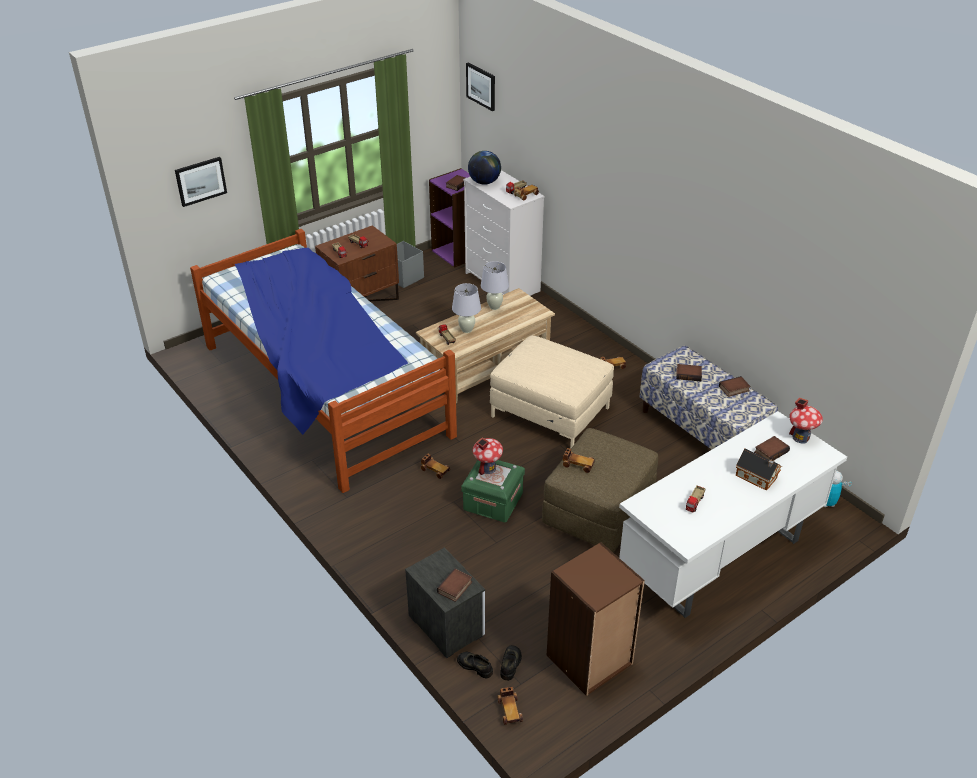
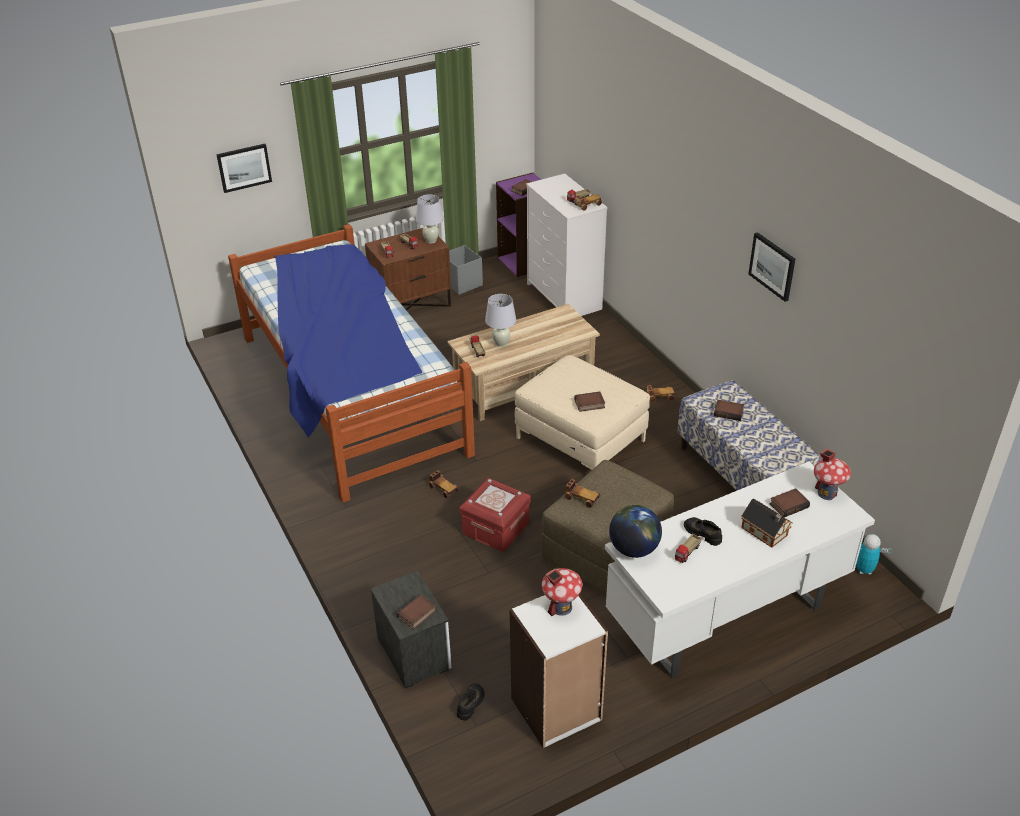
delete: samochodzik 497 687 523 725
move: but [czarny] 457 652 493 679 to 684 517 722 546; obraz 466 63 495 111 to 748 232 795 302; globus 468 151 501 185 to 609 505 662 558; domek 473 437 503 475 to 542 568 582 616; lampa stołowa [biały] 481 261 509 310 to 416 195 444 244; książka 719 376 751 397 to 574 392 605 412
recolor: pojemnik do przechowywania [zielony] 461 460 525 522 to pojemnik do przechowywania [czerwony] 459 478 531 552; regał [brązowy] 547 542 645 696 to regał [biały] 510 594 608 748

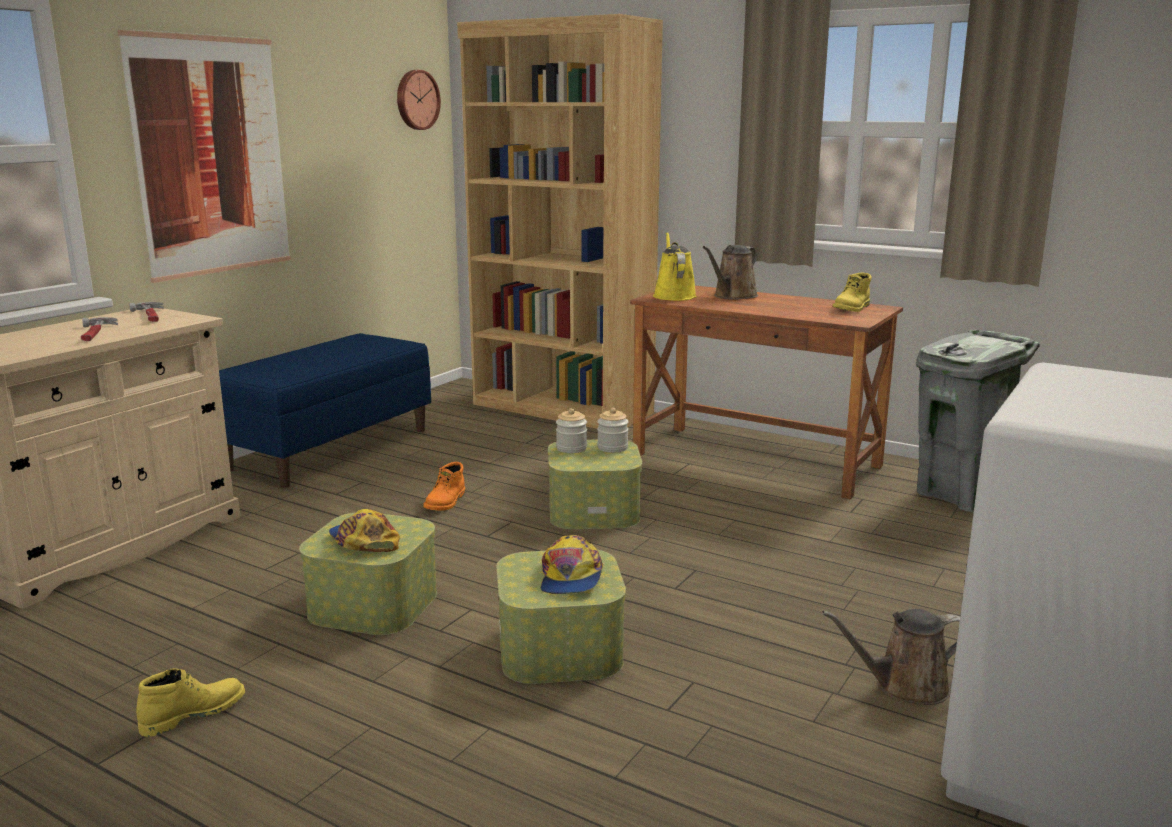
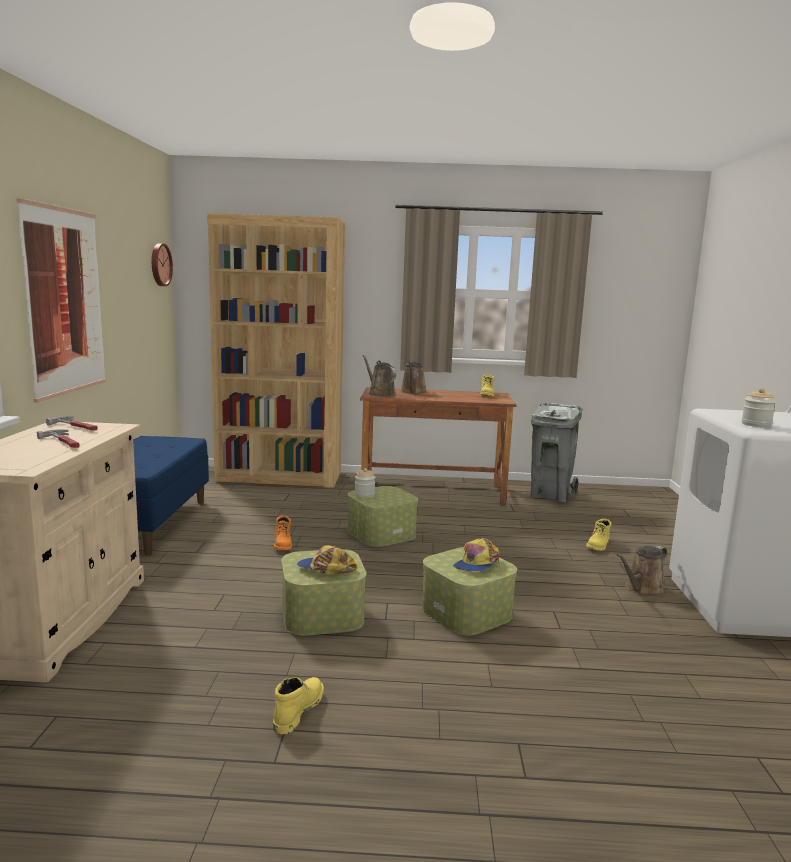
insert: but z cholewką [żółty] 586 519 611 551
move: słoik 597 408 629 453 to 741 388 776 427
recolor: konewka [żółty] 653 232 697 301 to konewka [brązowy] 362 355 397 397
rotate: czapka z daszkiem 541 535 603 594 = 453 538 499 571 60 degrees clockwise

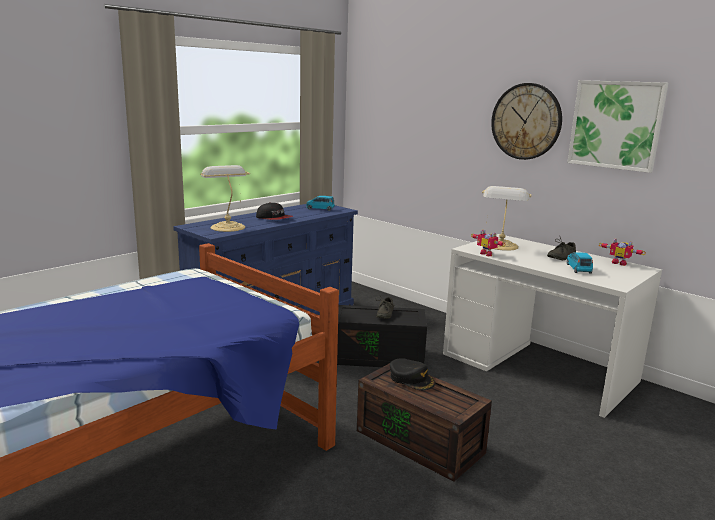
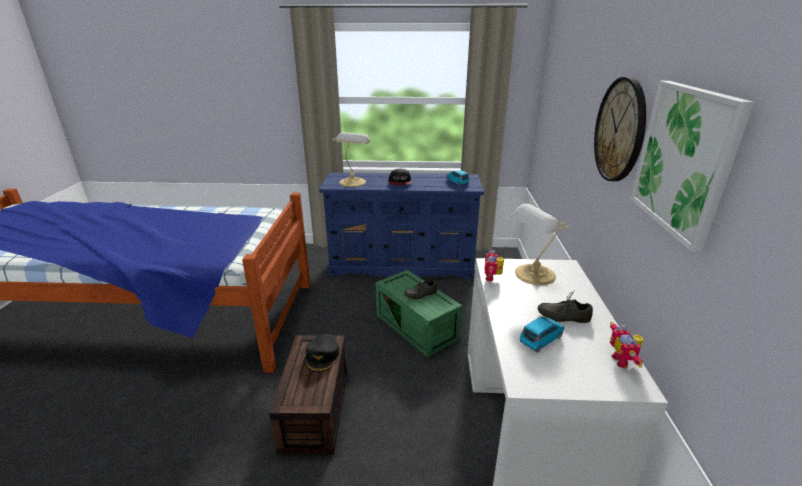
recolor: pojemnik do przechowywania [czarny] 337 305 427 367 to pojemnik do przechowywania [zielony] 376 270 462 358

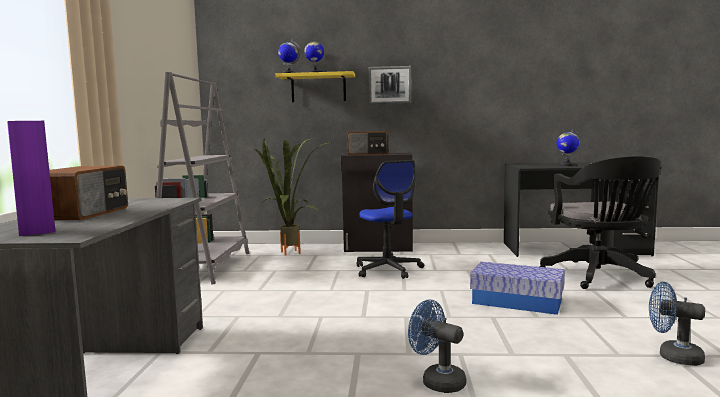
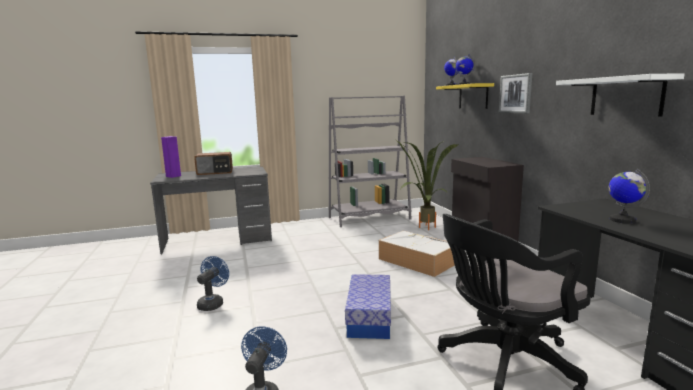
delete: radio 347 131 389 155
insert: półka [biały] 556 73 685 117
replace: krzesło biurowe 357 160 424 279 to pojemnik do przechowywania 379 231 455 277

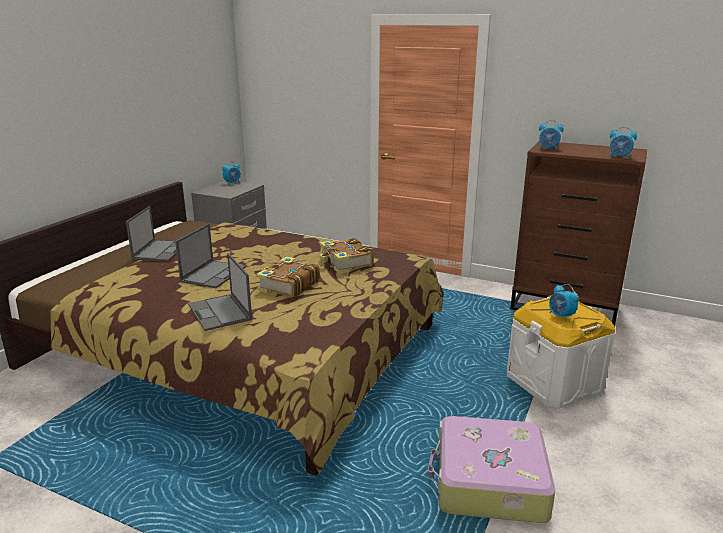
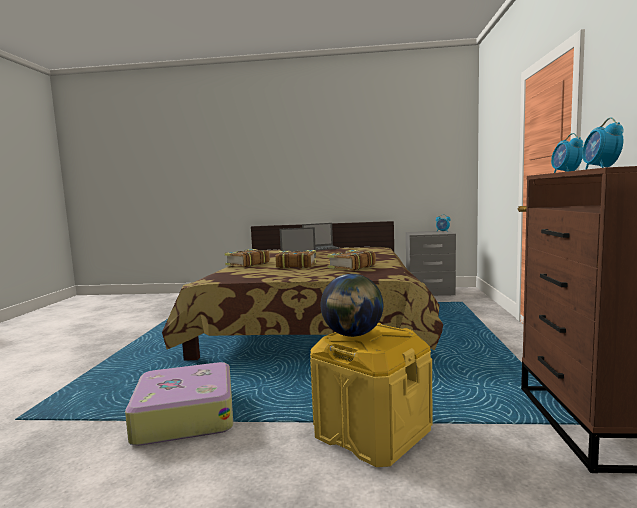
replace: laptop 188 253 252 331 to książka 225 249 270 267; budzik 549 284 579 322 to globus 321 274 383 337
recolor: pojemnik do przechowywania [biały] 507 295 615 409 to pojemnik do przechowywania [żółty] 310 323 433 467

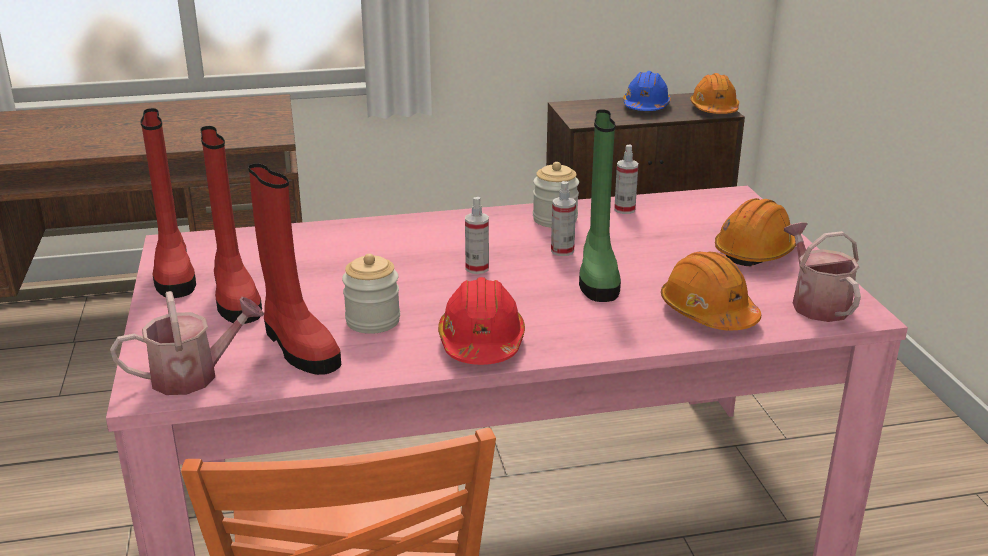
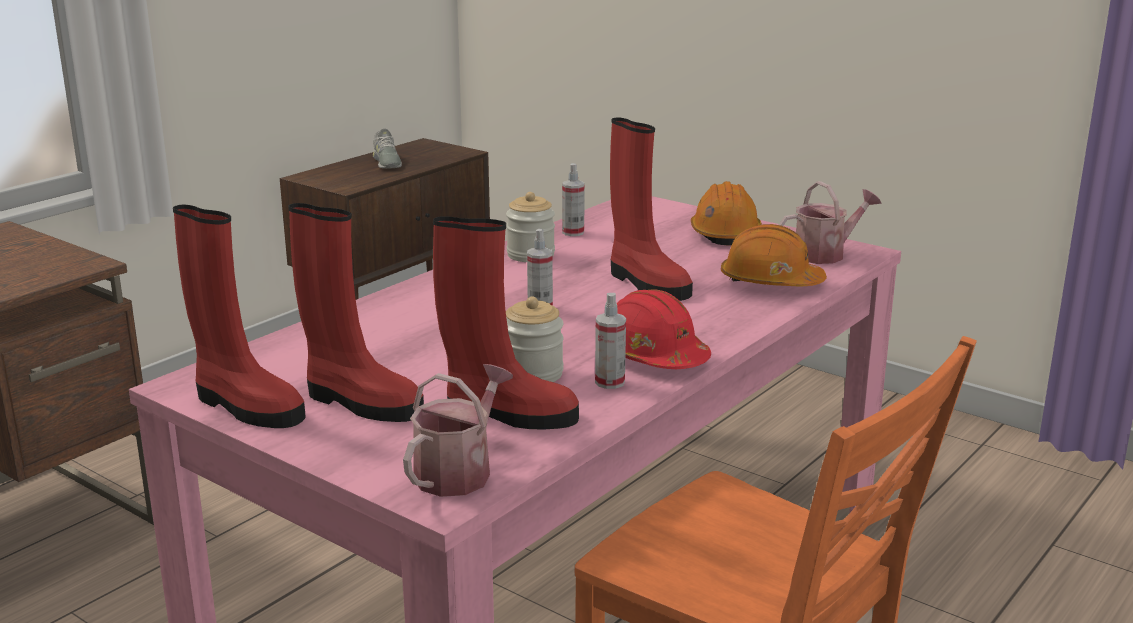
delete: kask [pomarańczowy] 690 73 739 114
move: spryskiwacz 551 181 576 256 to 595 293 626 389
replace: kask [niebieski] 623 71 671 111 to but [szary] 373 128 402 169
recolor: but z cholewką [zielony] 579 109 621 302 to but z cholewką [czerwony] 610 118 693 301
rotate: konewka 784 222 861 322 = 779 181 882 264 120 degrees clockwise

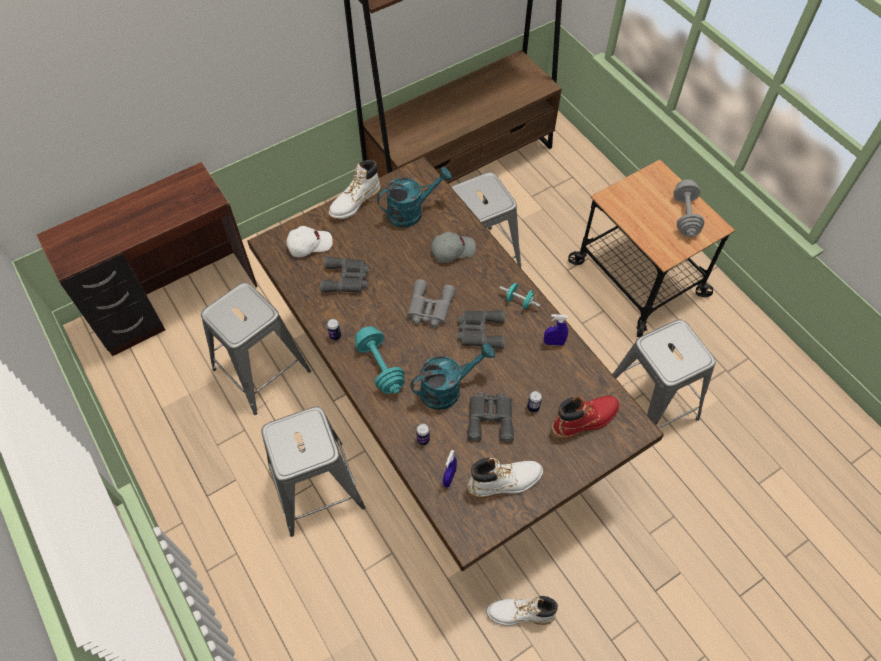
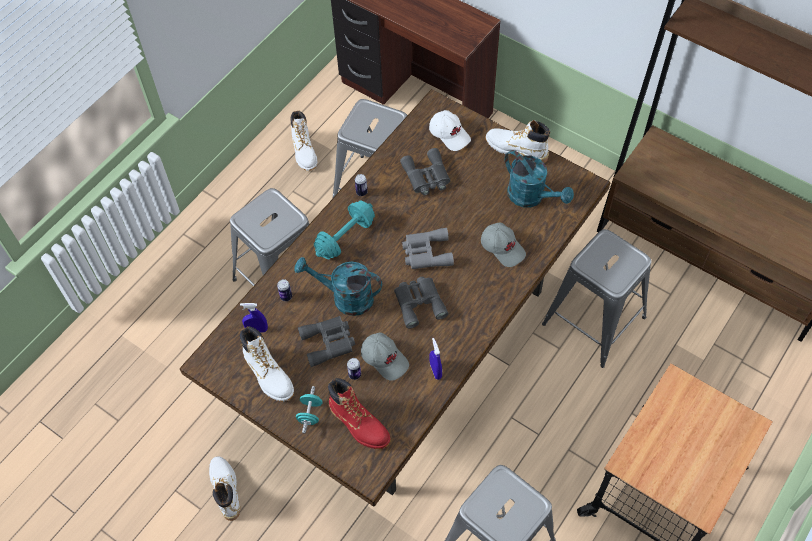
delete: hantel [szary] 673 180 704 237
insert: but z cholewką [biały] 290 111 317 171; czapka z daszkiem [szary] 361 333 409 381
move: hantel [turkusowy] 500 283 541 309 to 296 386 322 434
rotate: konewka [turkusowy] 410 343 495 410 = 294 257 382 316 150 degrees clockwise

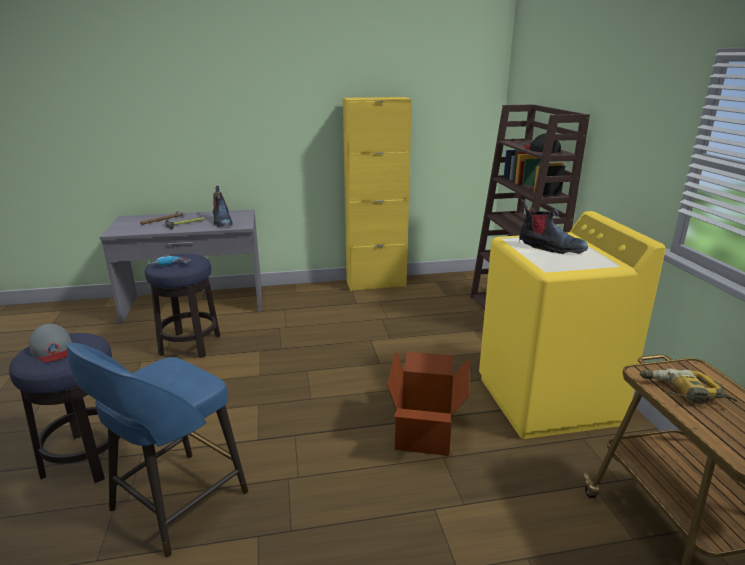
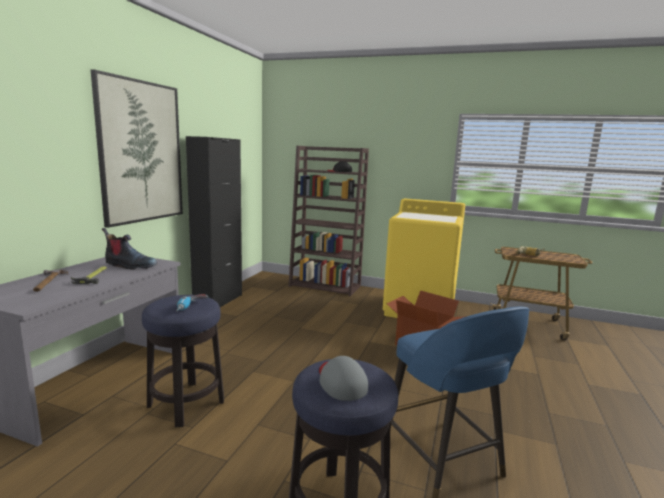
delete: but z cholewką 519 199 588 254
insert: obraz 91 69 183 228
recolor: szafka [żółty] 343 97 412 291 to szafka [czarny] 186 136 242 307
rotate: czapka z daszkiem [szary] 29 324 72 362 = 319 356 368 401 105 degrees counterclockwise

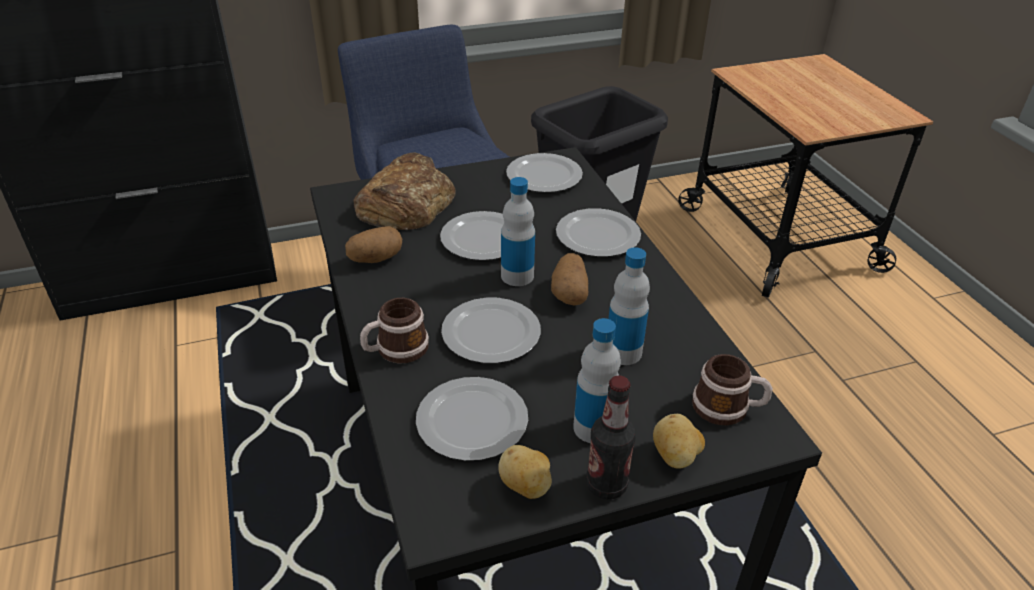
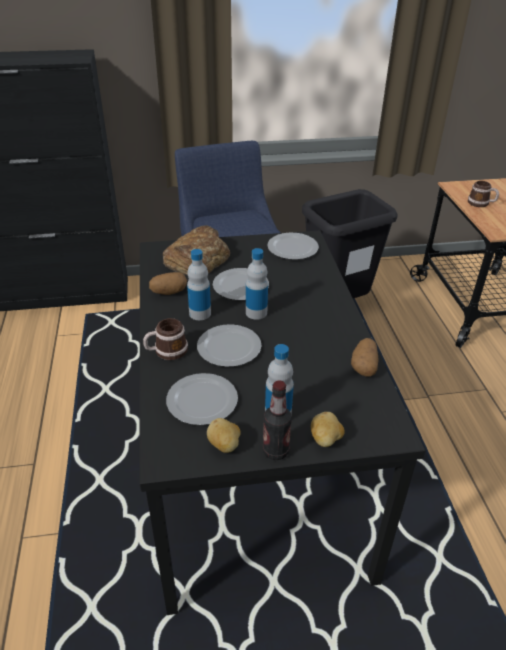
delete: talerz 556 208 641 257
move: ziemniak 551 253 588 305 to 351 338 378 377; butelka 609 247 650 365 to 187 249 211 320; kubek 692 354 773 425 to 468 181 499 207

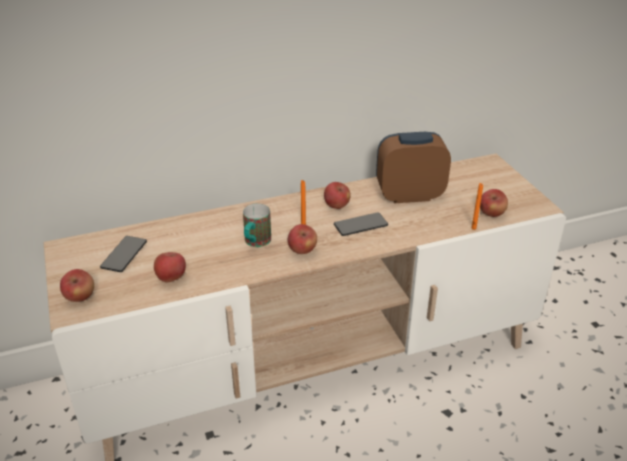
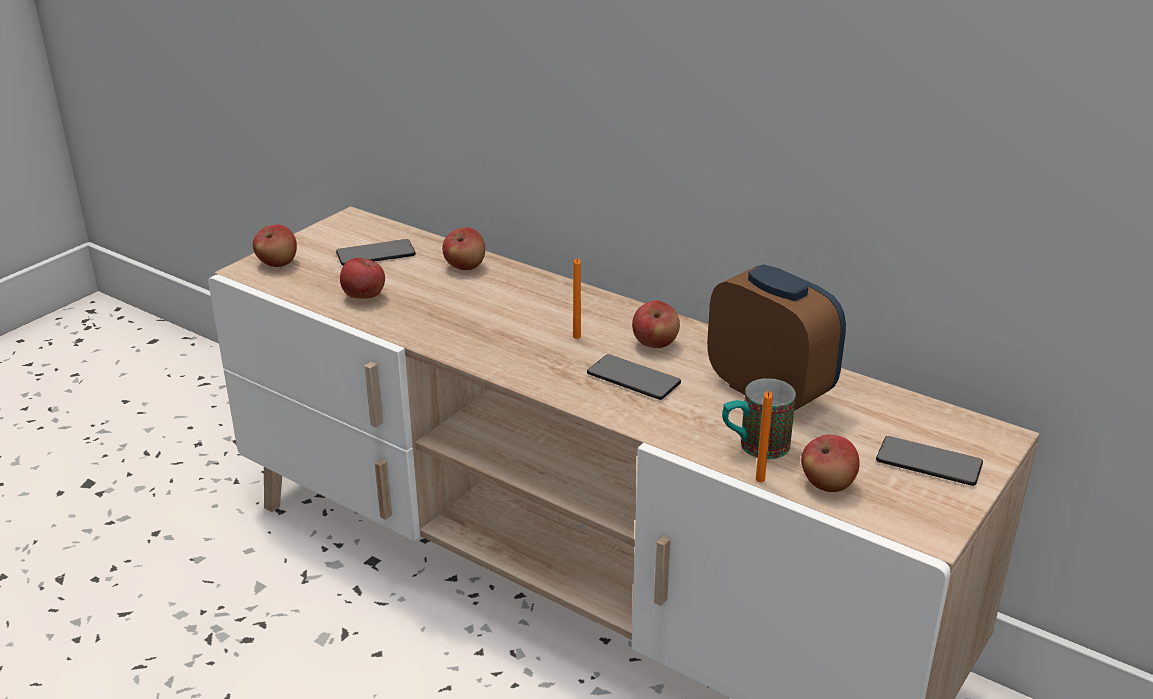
insert: telefon 876 436 983 486
move: kubek 243 203 271 247 to 722 378 796 459; jabłko 288 224 317 254 to 442 227 485 270

